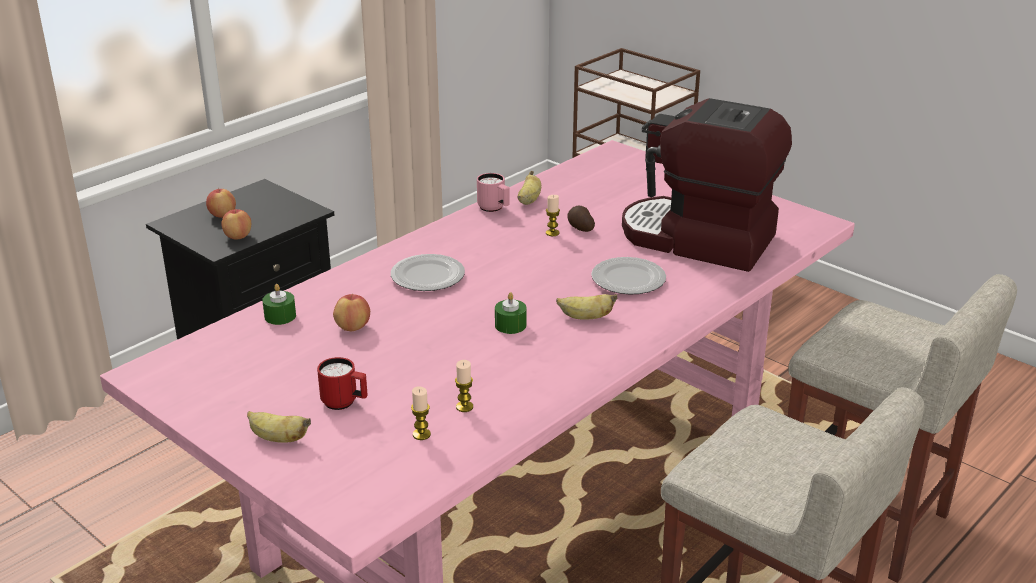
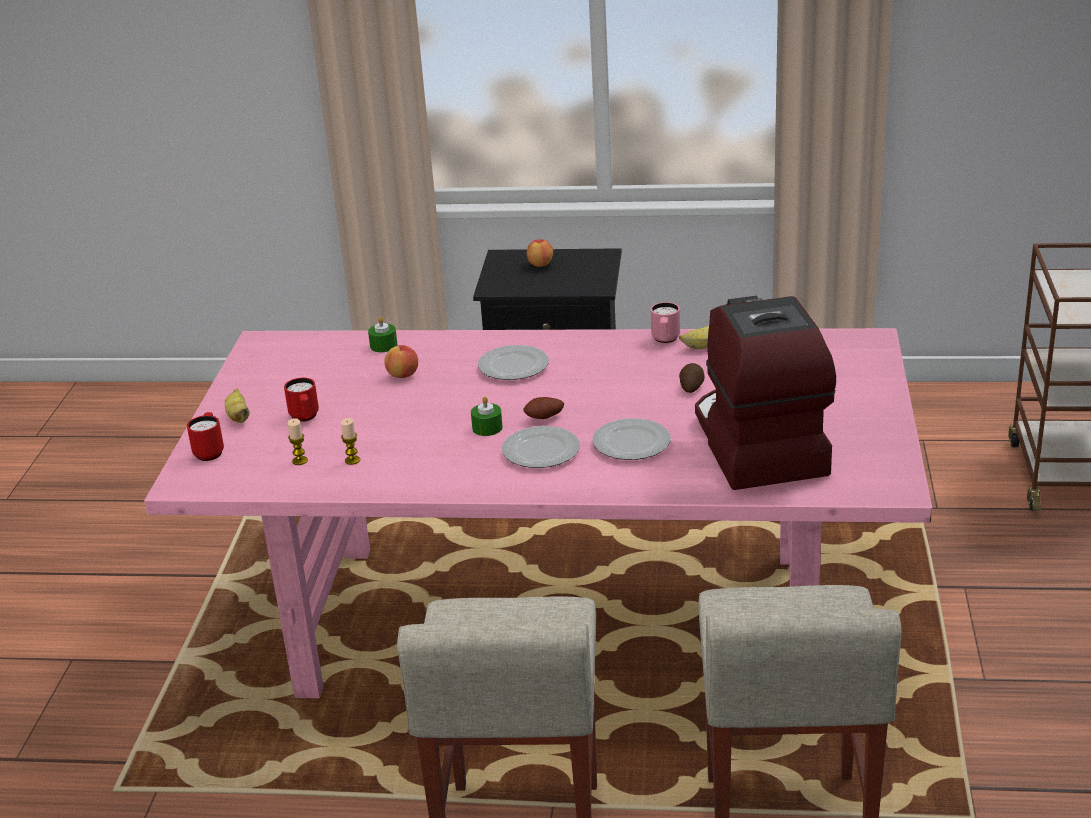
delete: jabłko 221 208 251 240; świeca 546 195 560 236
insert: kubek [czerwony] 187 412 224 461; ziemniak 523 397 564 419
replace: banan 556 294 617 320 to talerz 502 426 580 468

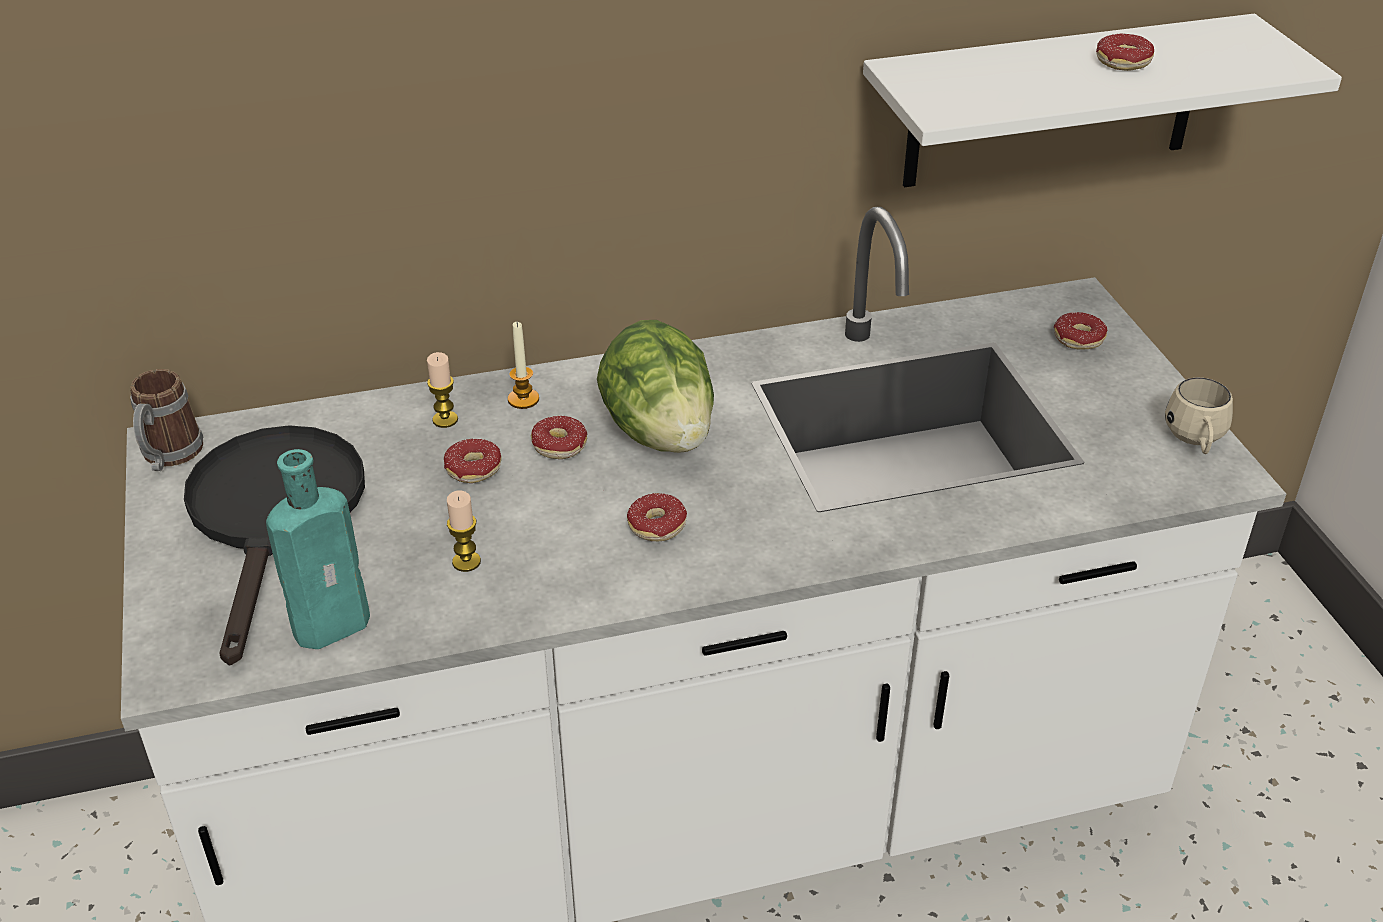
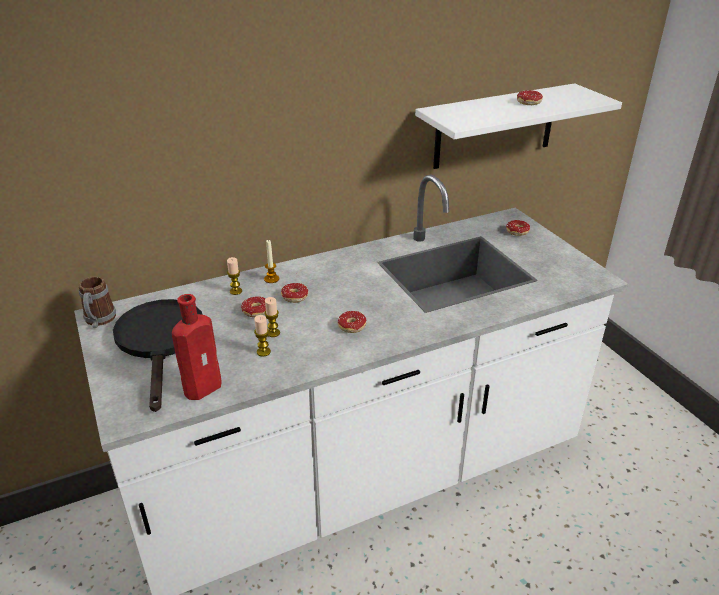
delete: sałata 597 320 714 453; kubek [beżowy] 1165 377 1233 454
insert: świeca 265 297 280 337
recolor: butelka [turkusowy] 266 449 370 649 to butelka [czerwony] 172 294 222 400

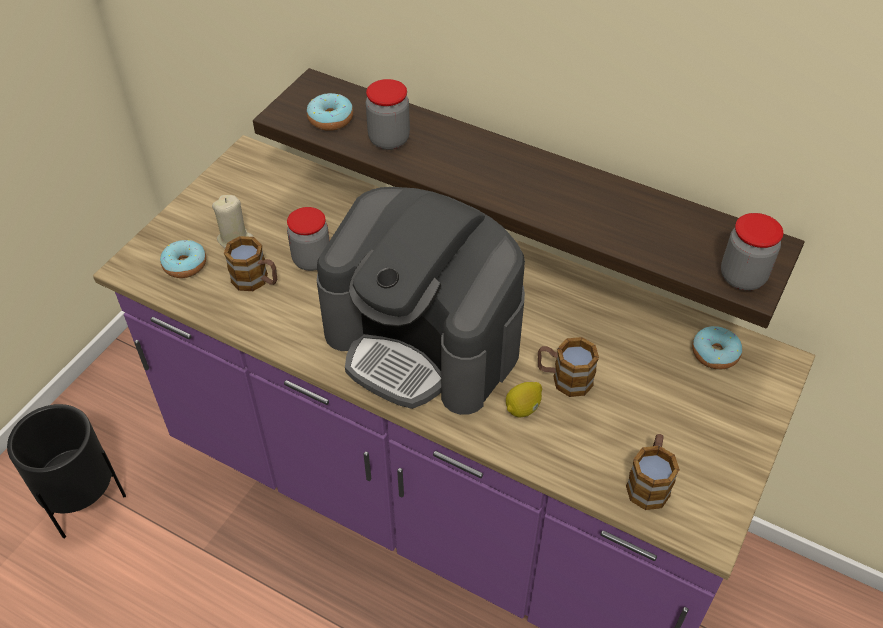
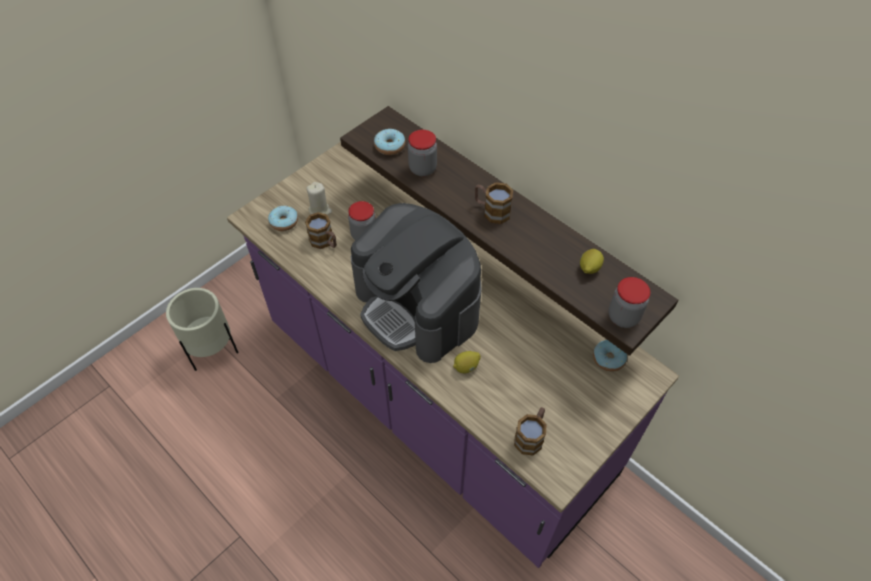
insert: cytryna 580 249 604 274
move: kubek 538 337 599 397 to 475 182 513 224
recolor: donica [czarny] 7 404 126 539 to donica [beżowy] 166 288 238 371

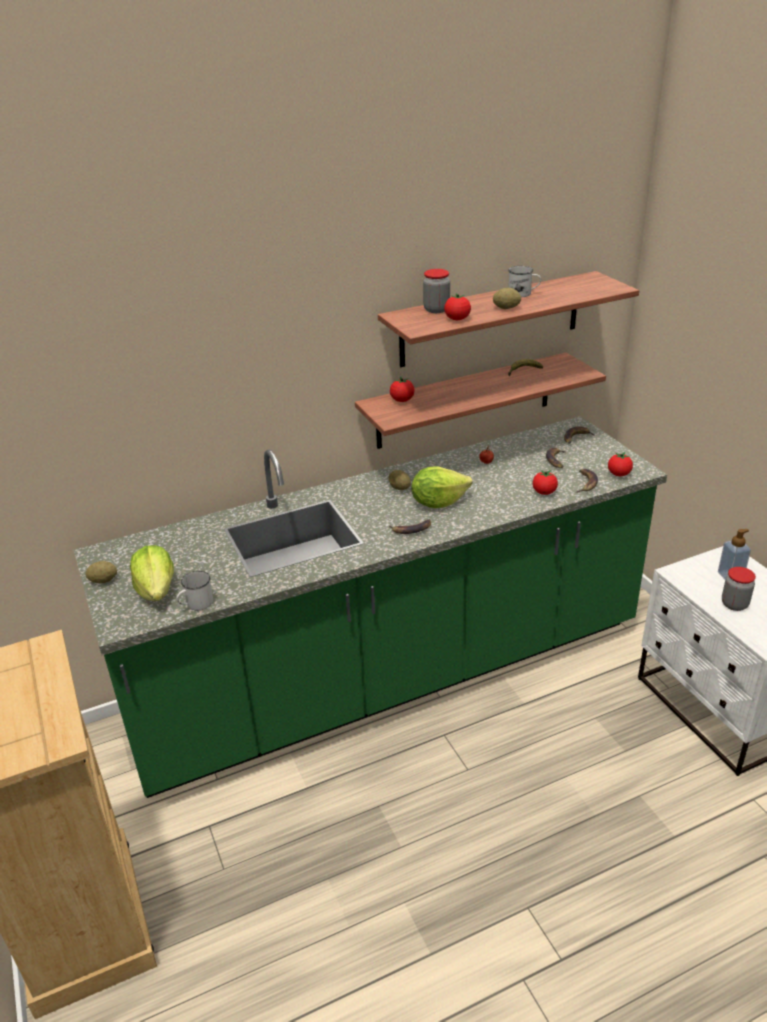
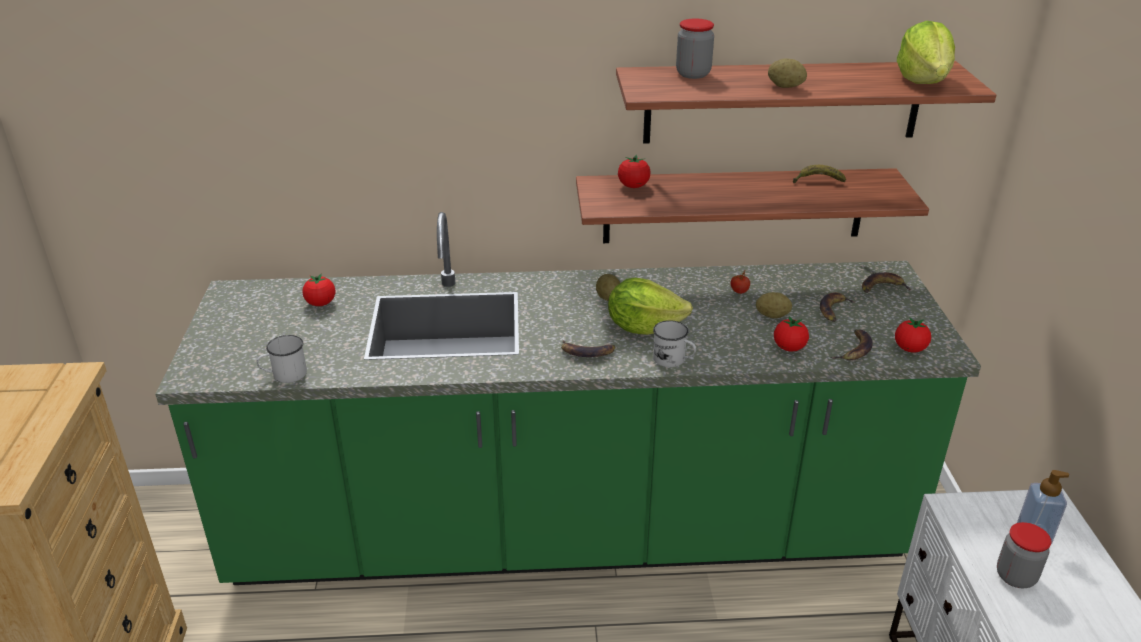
move: ziemniak 86 561 117 584 to 756 292 792 318; sałata 130 545 174 601 to 897 21 955 84; pomidor 444 293 471 320 to 302 273 336 306; kubek [biały] 508 266 541 297 to 653 320 696 367

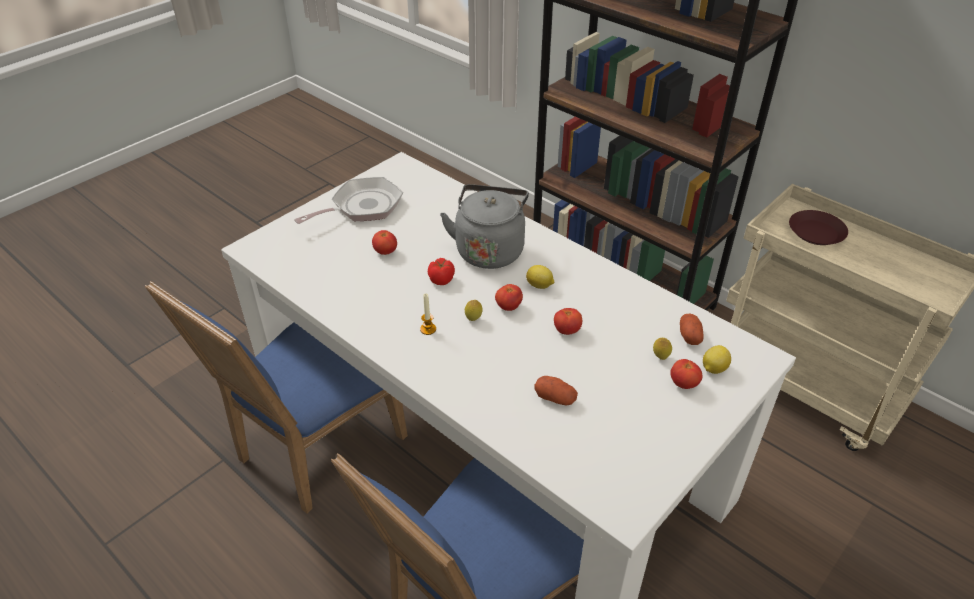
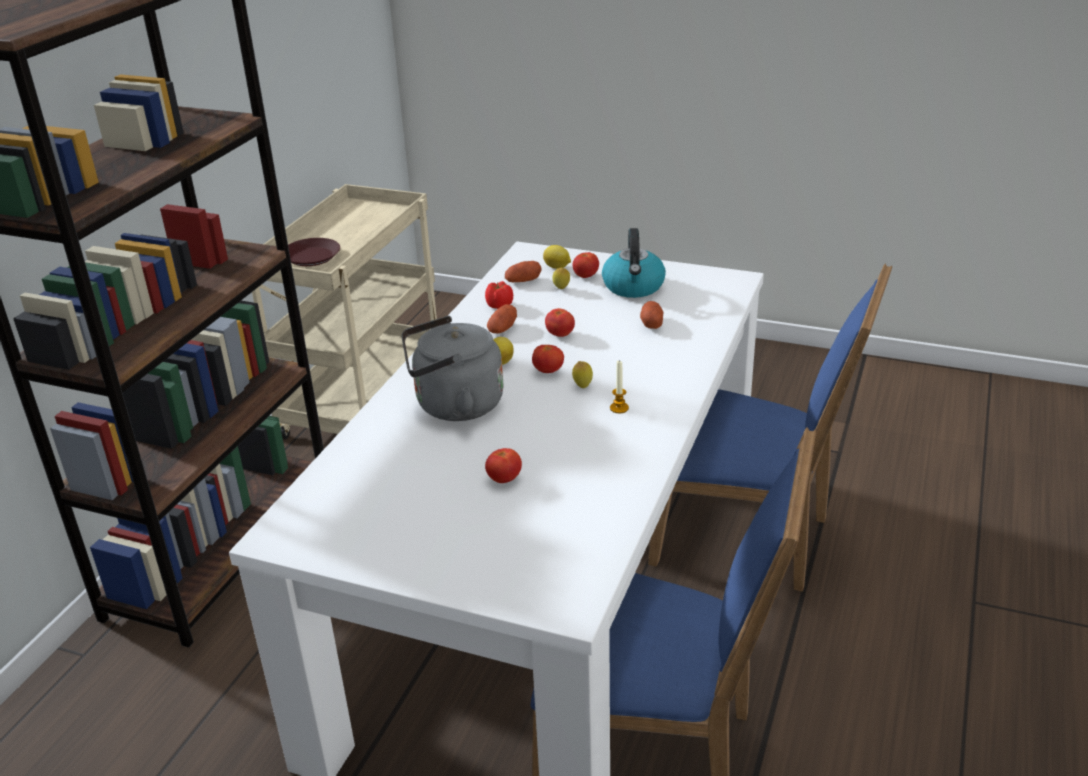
delete: patelnia 294 177 403 224
insert: ziemniak 487 304 517 333; czajnik 602 228 666 298
move: pomidor 428 258 455 285 to 485 281 513 309

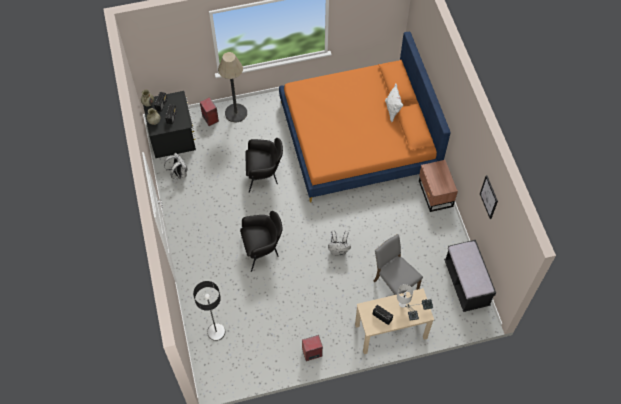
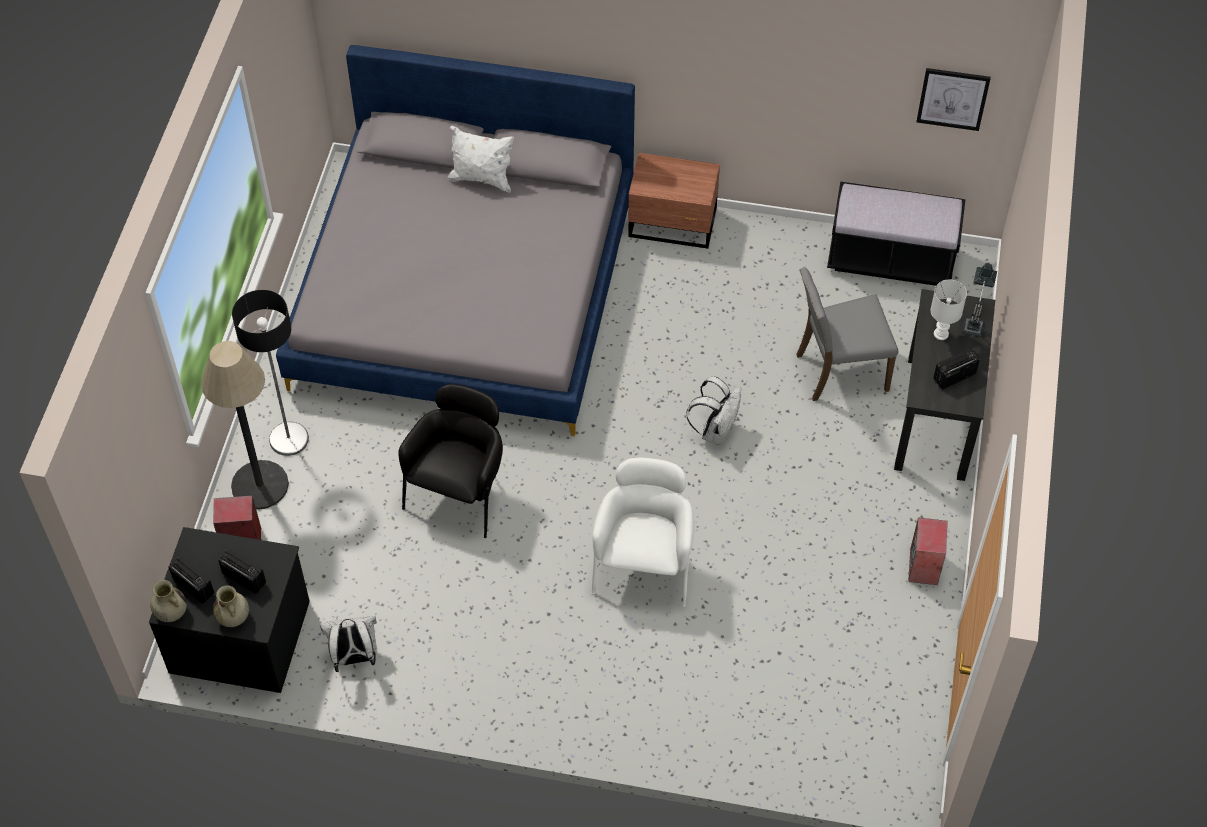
move: lampa stojąca 193 281 225 341 to 232 290 309 456; obraz 480 175 498 219 to 916 68 991 131
recolor: fotel [czarny] 240 211 283 272 to fotel [biały] 592 458 695 607; łóżko [pomarańczowy] 279 32 451 203 to łóżko [szary] 276 45 635 436; biurko [beżowy] 355 288 434 354 to biurko [czarny] 894 289 995 481

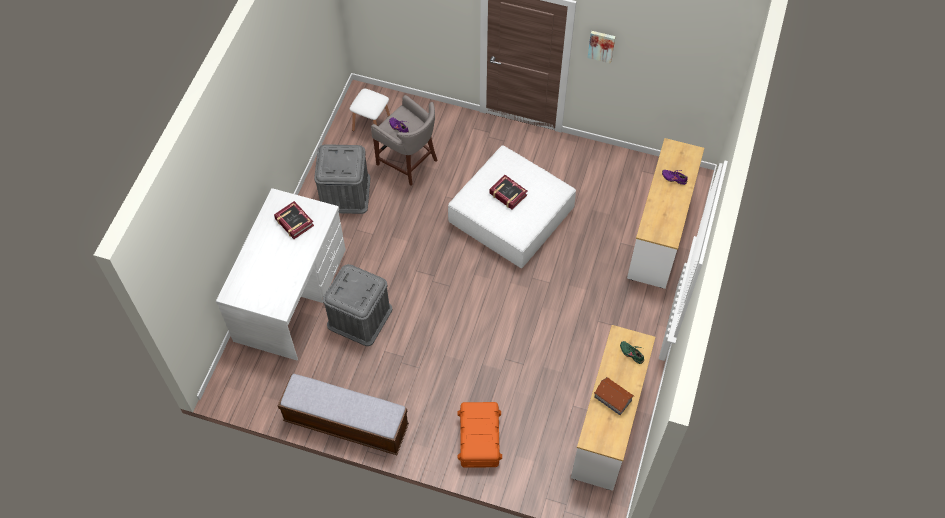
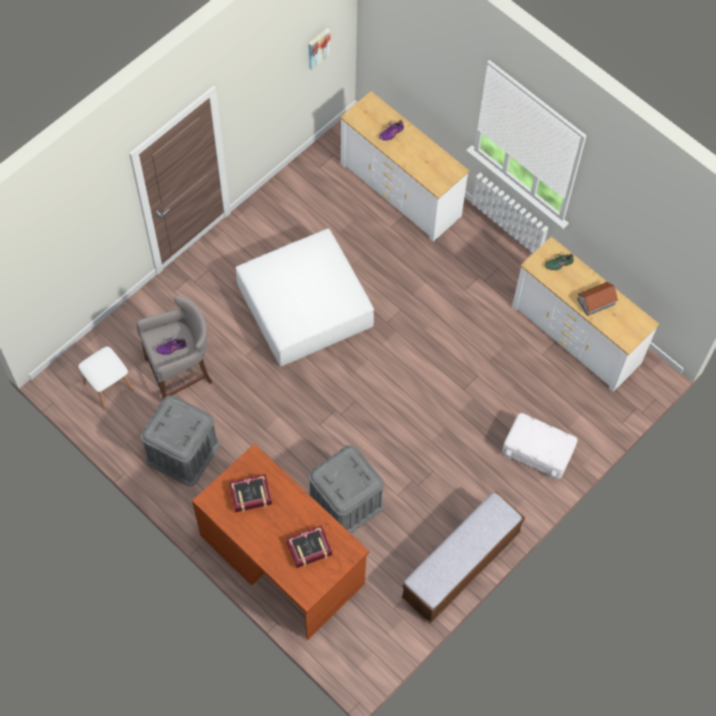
move: książka 489 175 528 210 to 286 525 333 568; obraz 587 31 616 64 to 308 28 331 70
recolor: biurko [biały] 216 188 346 361 to biurko [brązowy] 192 444 369 640; pojemnik do przechowywania [pomarańczowy] 458 402 502 468 to pojemnik do przechowywania [biały] 502 413 578 480

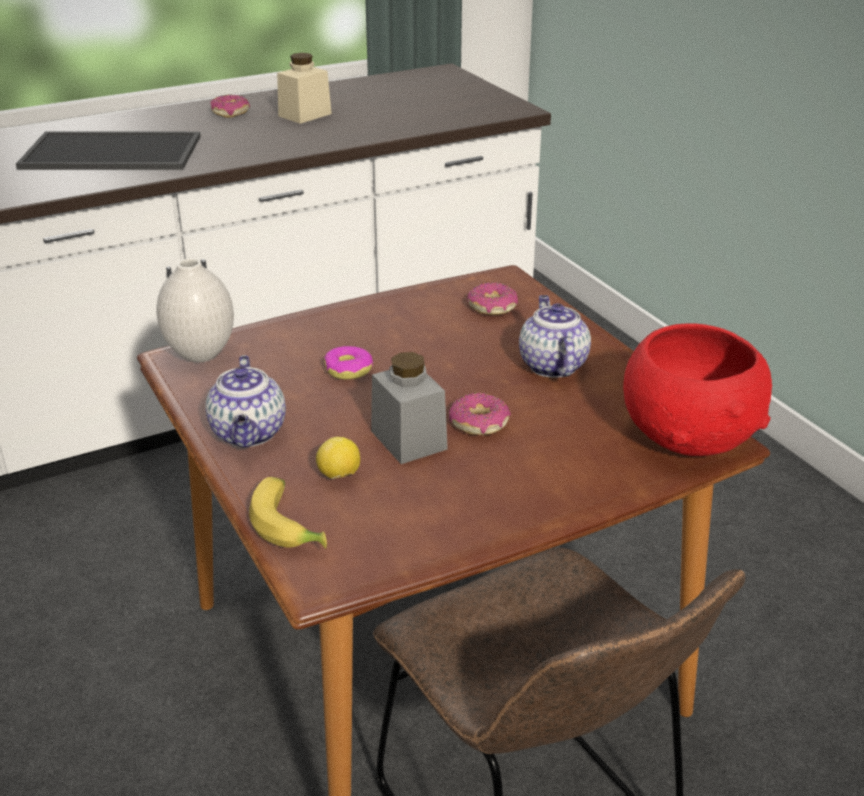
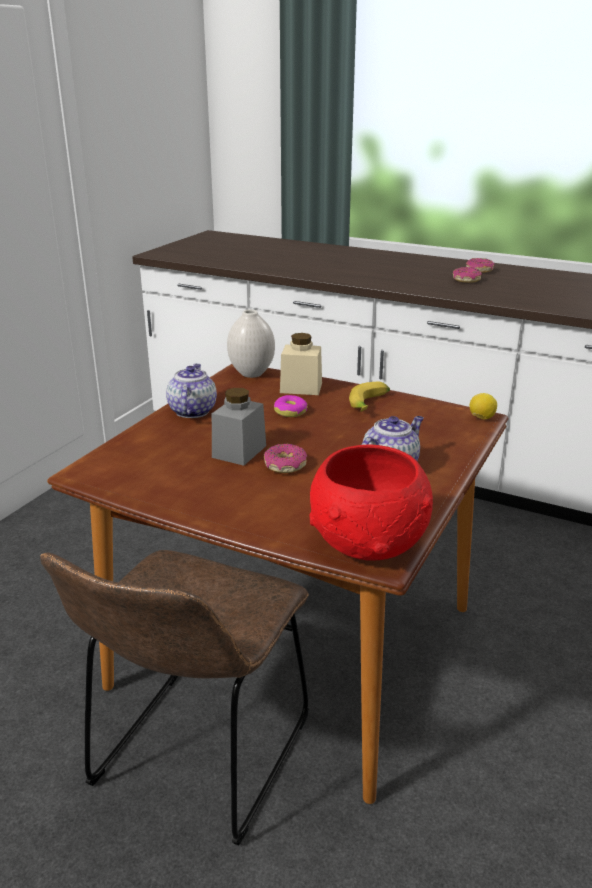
delete: taca 16 132 201 170
move: banan 249 477 327 549 to 349 382 390 412; słoik [beżowy] 277 53 332 124 to 280 333 322 395; cytryna 316 437 360 479 to 469 393 497 419; donut 467 282 518 315 to 453 267 482 283
rotate: imbryk 206 355 286 447 = 166 364 217 418 135 degrees clockwise

